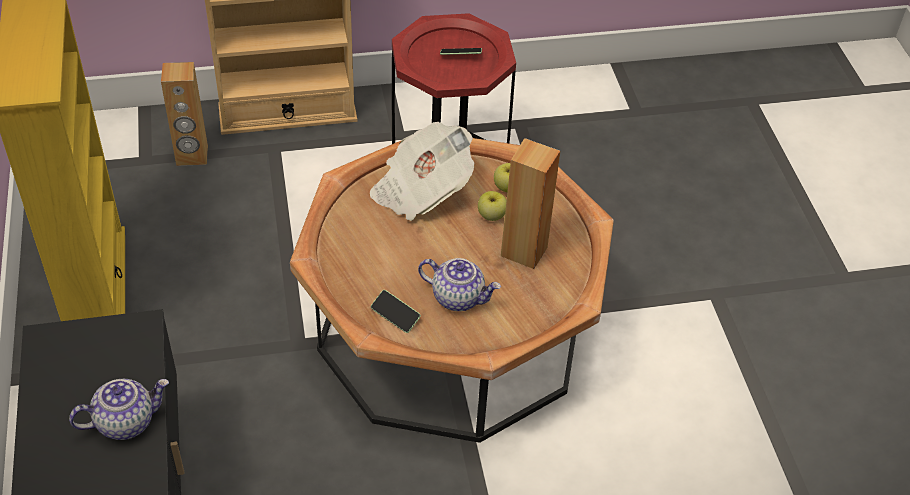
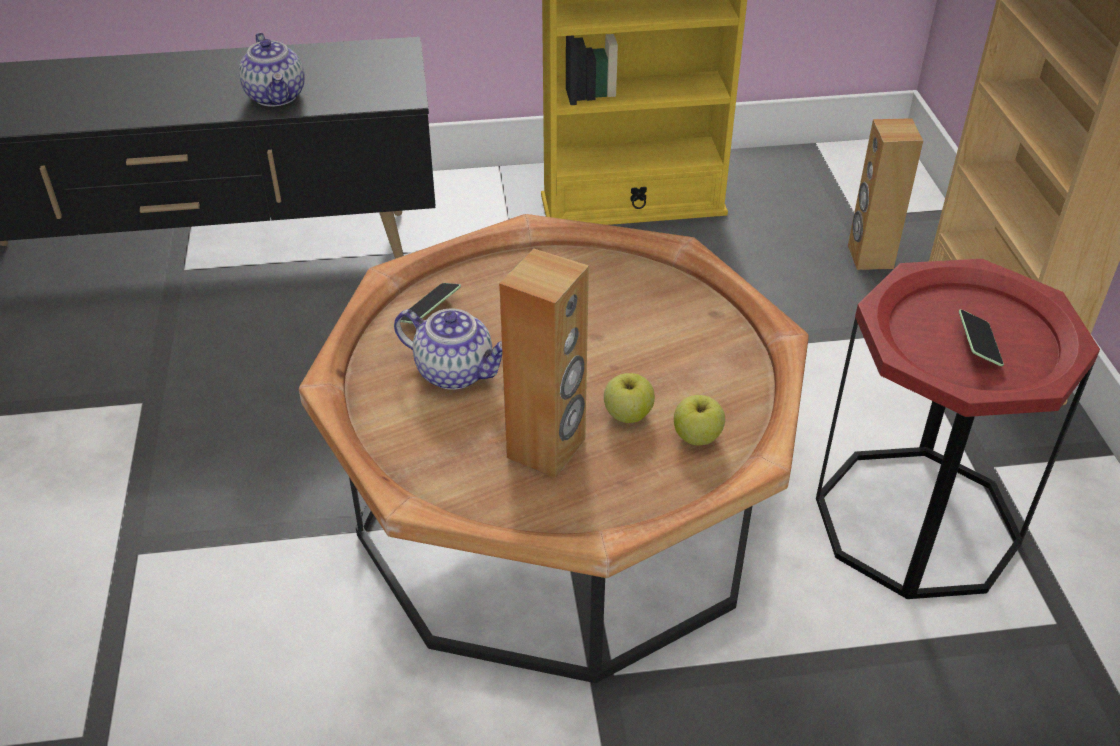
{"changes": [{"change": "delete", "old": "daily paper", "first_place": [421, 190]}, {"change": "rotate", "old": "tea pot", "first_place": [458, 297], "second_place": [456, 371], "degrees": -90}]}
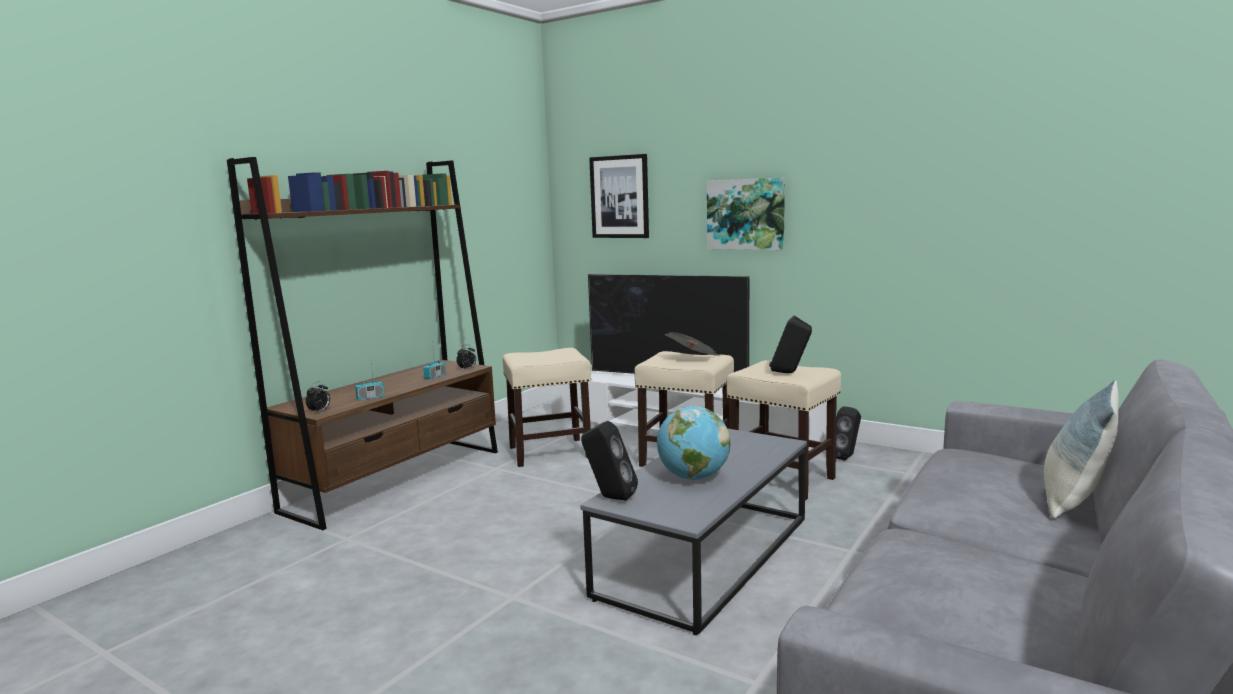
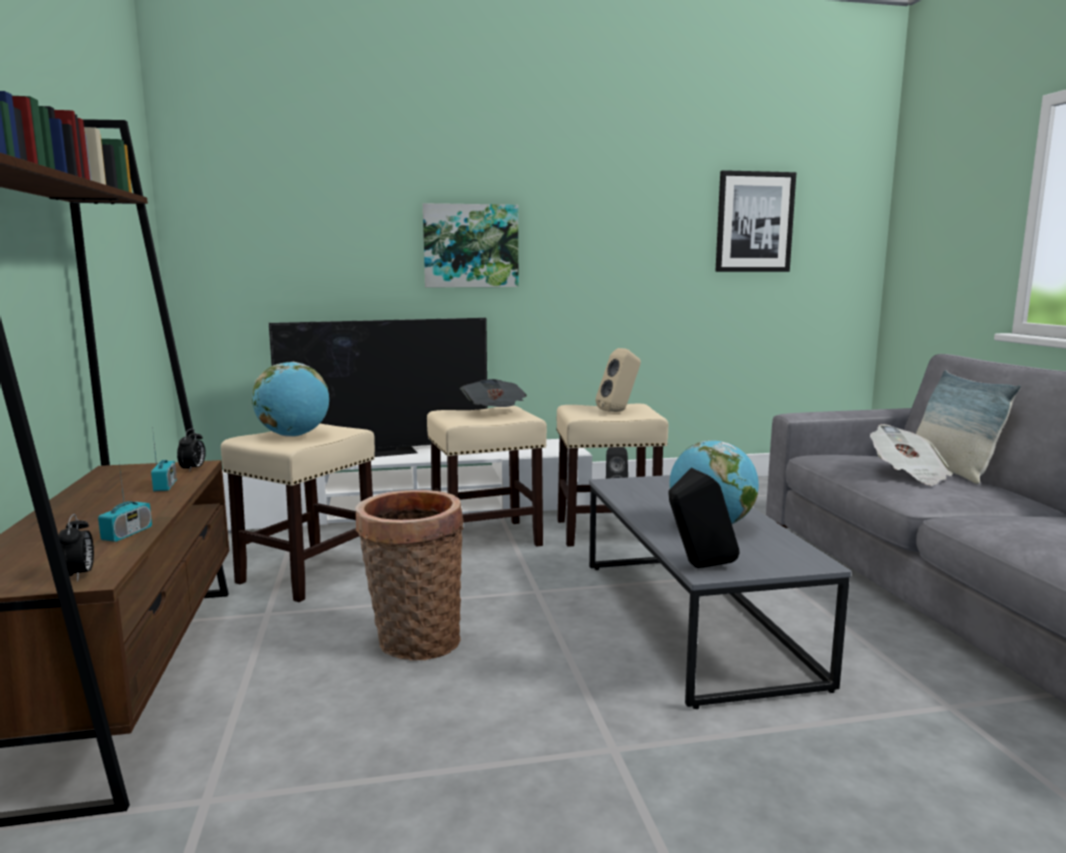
{"changes": [{"change": "insert", "new": "world globe", "second_place": [294, 436]}, {"change": "insert", "new": "household basket", "second_place": [413, 641]}, {"change": "insert", "new": "daily paper", "second_place": [908, 475]}, {"change": "move", "old": "wall art", "first_place": [620, 197], "second_place": [754, 222]}, {"change": "recolor", "old": "audio speaker (blackish)", "new": "audio speaker (beige)", "first_place": [790, 373], "second_place": [619, 411]}]}
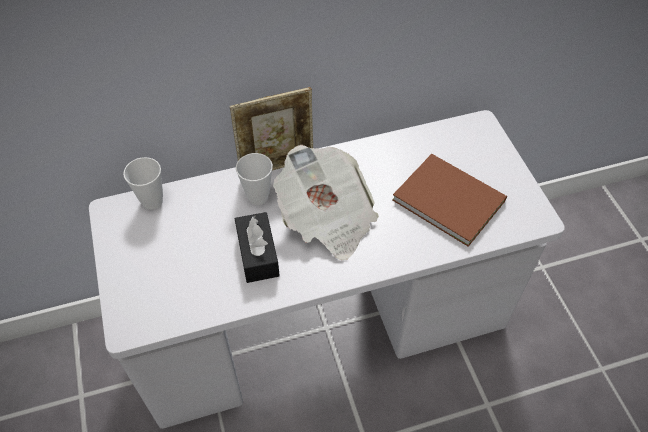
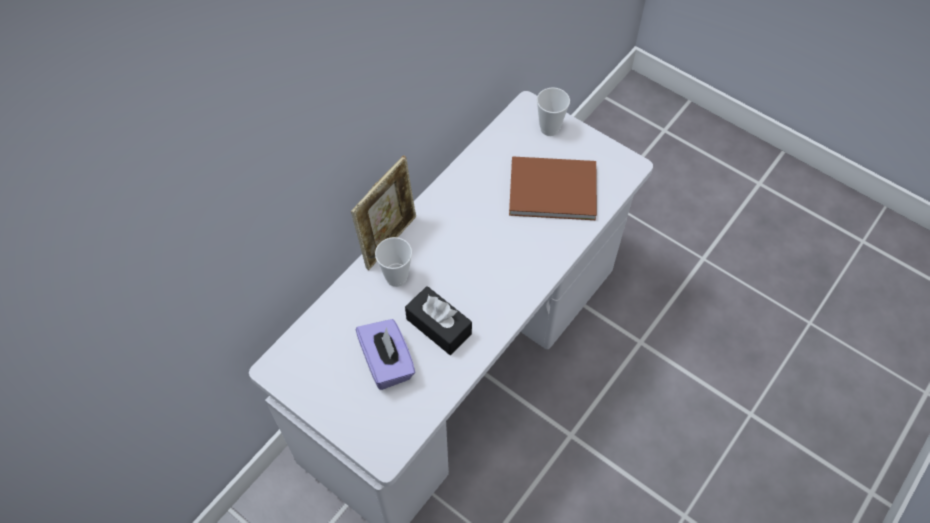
{"changes": [{"change": "delete", "old": "daily paper", "first_place": [327, 218]}, {"change": "insert", "new": "box of tissues (purplish)", "second_place": [387, 363]}, {"change": "move", "old": "drinking cup", "first_place": [152, 201], "second_place": [549, 128]}]}
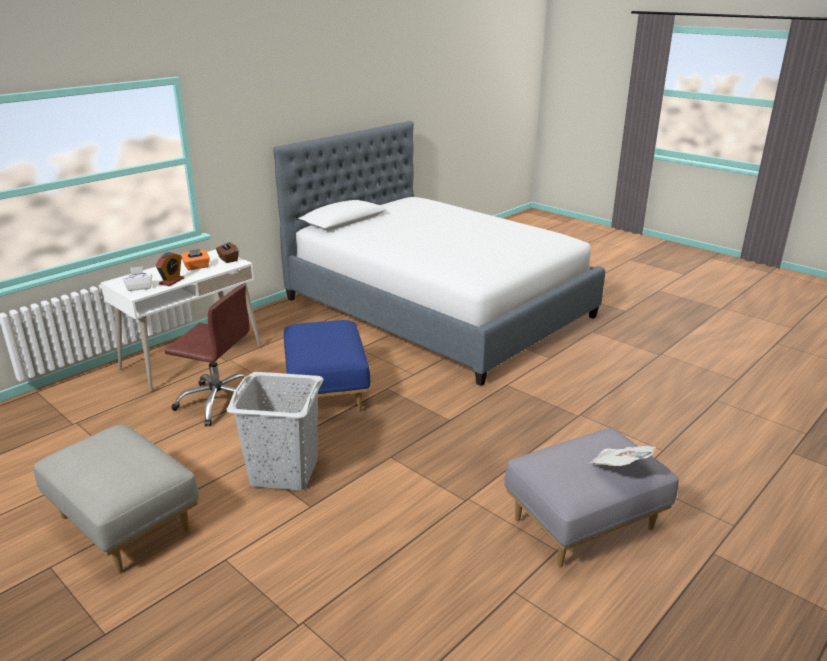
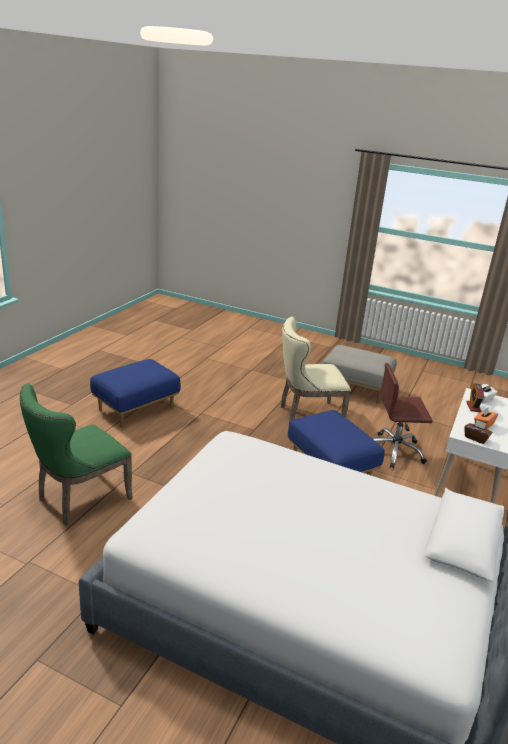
{"changes": [{"change": "delete", "old": "daily paper", "first_place": [619, 468]}, {"change": "insert", "new": "chair (greenish)", "second_place": [78, 499]}, {"change": "replace", "old": "washing basket (greyish)", "new": "chair (beige)", "first_place": [284, 472], "second_place": [306, 415]}, {"change": "recolor", "old": "pouffe (greyish)", "new": "pouffe (bluish)", "first_place": [584, 525], "second_place": [136, 409]}]}
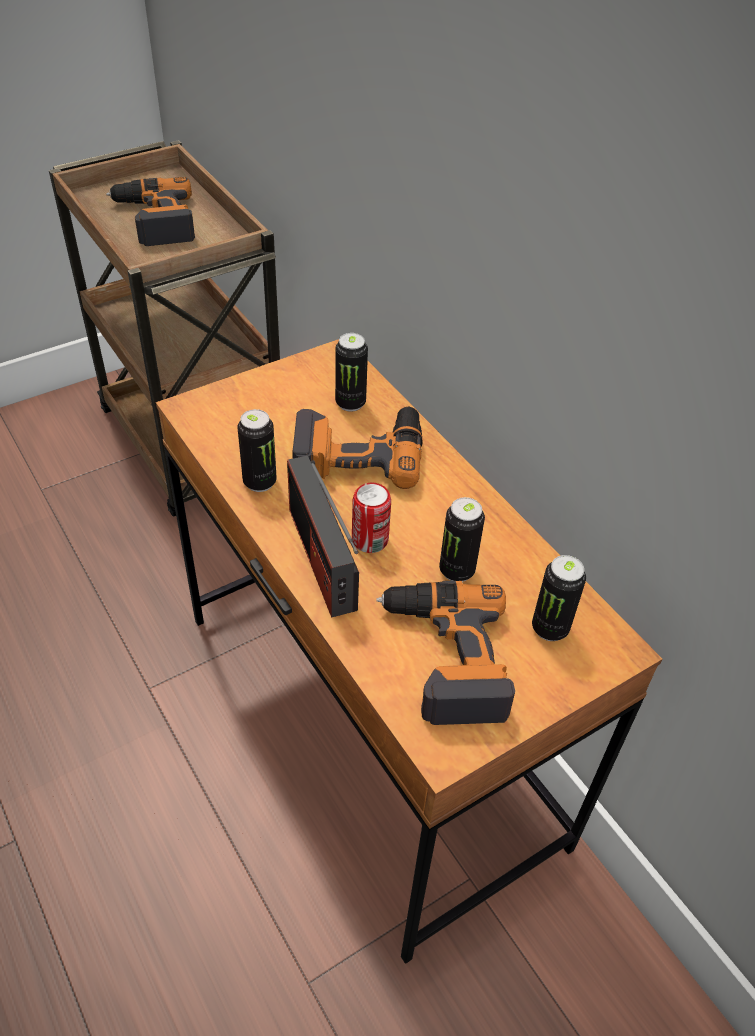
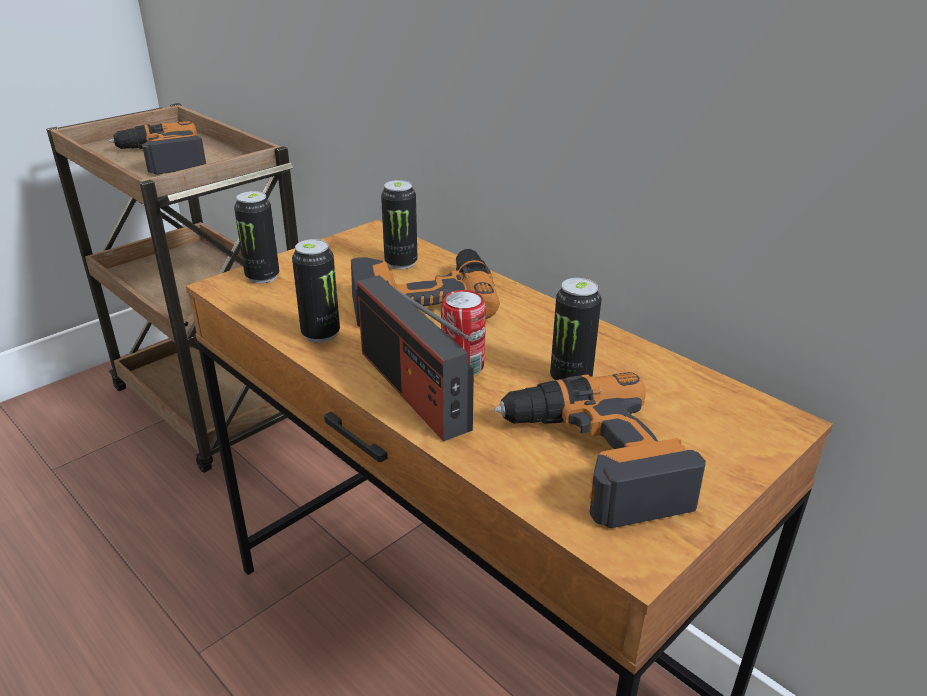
{"changes": [{"change": "move", "old": "can", "first_place": [550, 628], "second_place": [262, 277]}]}
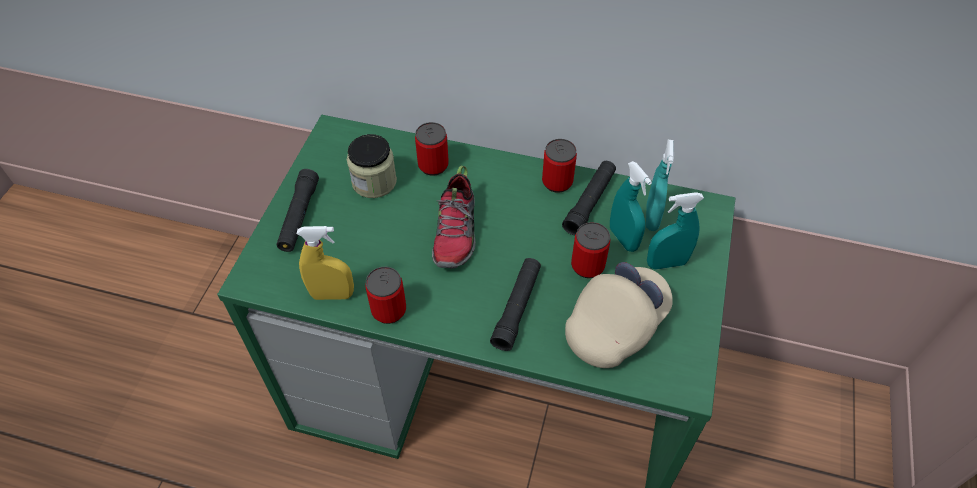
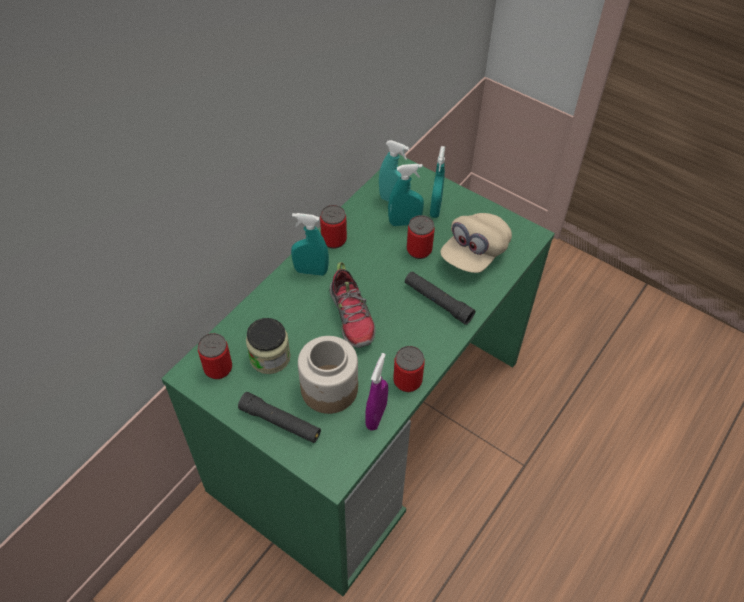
{"changes": [{"change": "delete", "old": "flashlight (blackish)", "first_place": [589, 202]}, {"change": "insert", "new": "spray bottle (turquoise-coloured)", "second_place": [311, 271]}, {"change": "insert", "new": "jar", "second_place": [330, 388]}, {"change": "move", "old": "can", "first_place": [433, 165], "second_place": [218, 368]}, {"change": "recolor", "old": "spray bottle (yellowish)", "new": "spray bottle (purplish)", "first_place": [332, 294], "second_place": [376, 416]}, {"change": "rotate", "old": "shoe", "first_place": [456, 232], "second_place": [352, 317], "degrees": 45}, {"change": "rotate", "old": "peaked cap (beige)", "first_place": [616, 326], "second_place": [474, 253], "degrees": -120}]}
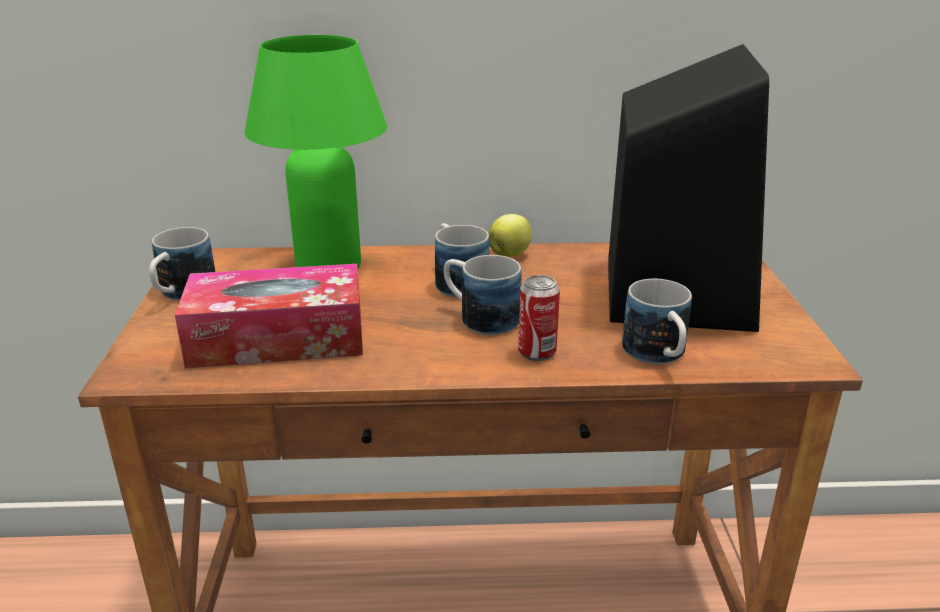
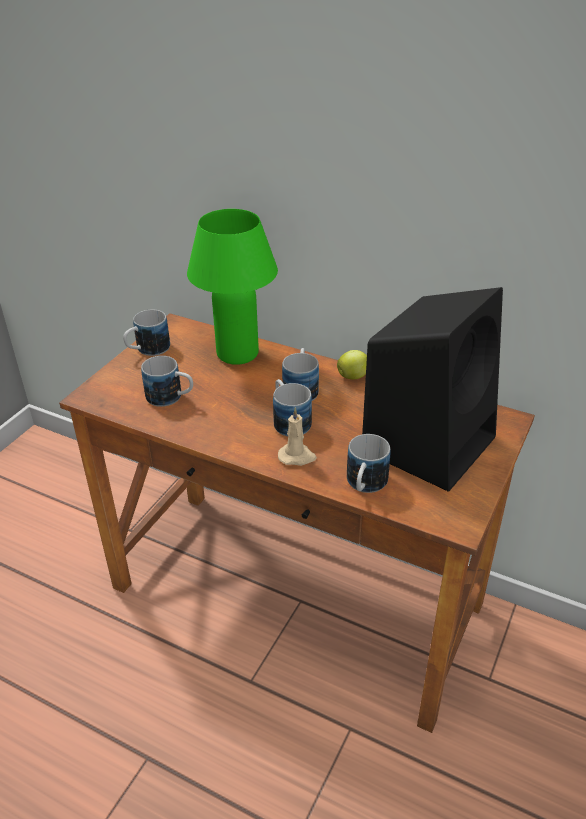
{"changes": [{"change": "replace", "old": "box of tissues", "new": "tea mug", "first_place": [278, 338], "second_place": [171, 398]}, {"change": "replace", "old": "can", "new": "wax light (beige)", "first_place": [537, 352], "second_place": [297, 456]}]}
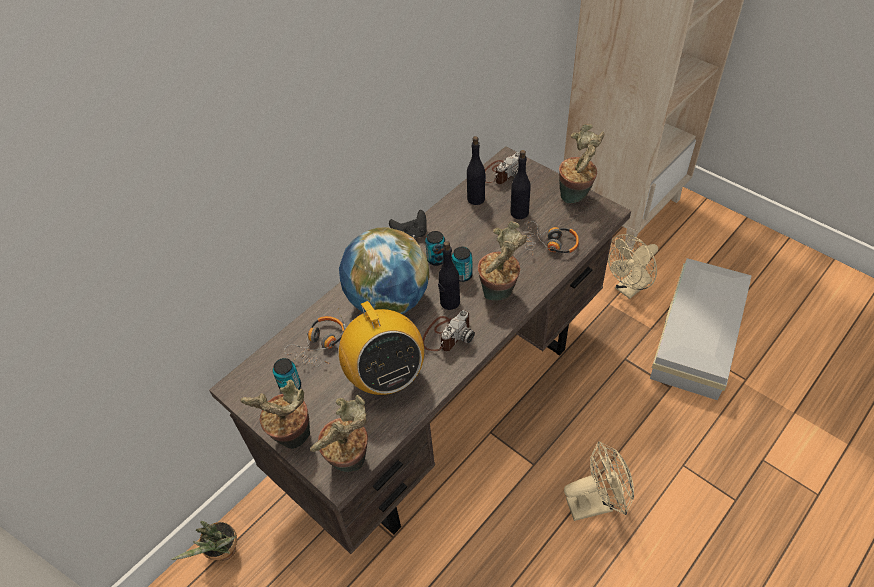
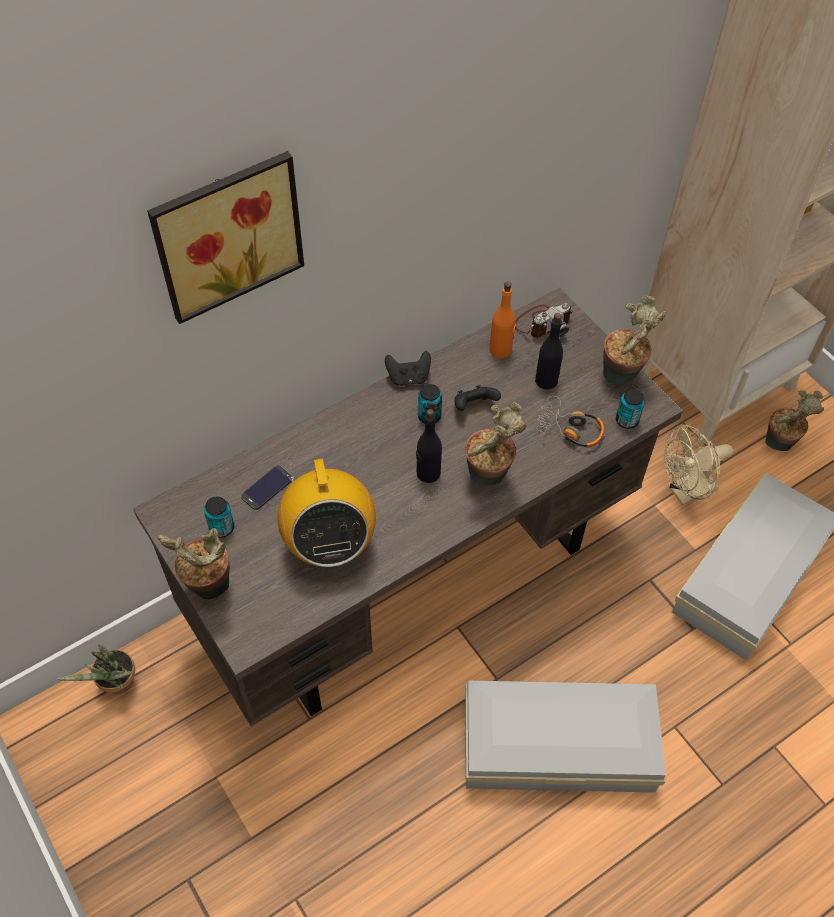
{"changes": [{"change": "delete", "old": "world globe", "first_place": [388, 301]}, {"change": "delete", "old": "photo camera", "first_place": [447, 334]}, {"change": "insert", "new": "wall art", "second_place": [226, 233]}, {"change": "insert", "new": "gamepad (blackish)", "second_place": [474, 406]}, {"change": "move", "old": "houseplant", "first_place": [350, 463], "second_place": [779, 445]}, {"change": "move", "old": "can", "first_place": [462, 275], "second_place": [627, 420]}, {"change": "replace", "old": "pair of headphones", "new": "phone", "first_place": [320, 345], "second_place": [267, 487]}, {"change": "replace", "old": "cooling fan (beige)", "new": "storage box (white-coloured)", "first_place": [595, 503], "second_place": [554, 743]}, {"change": "recolor", "old": "bottle (blackish)", "new": "bottle (orange)", "first_place": [476, 199], "second_place": [500, 350]}]}
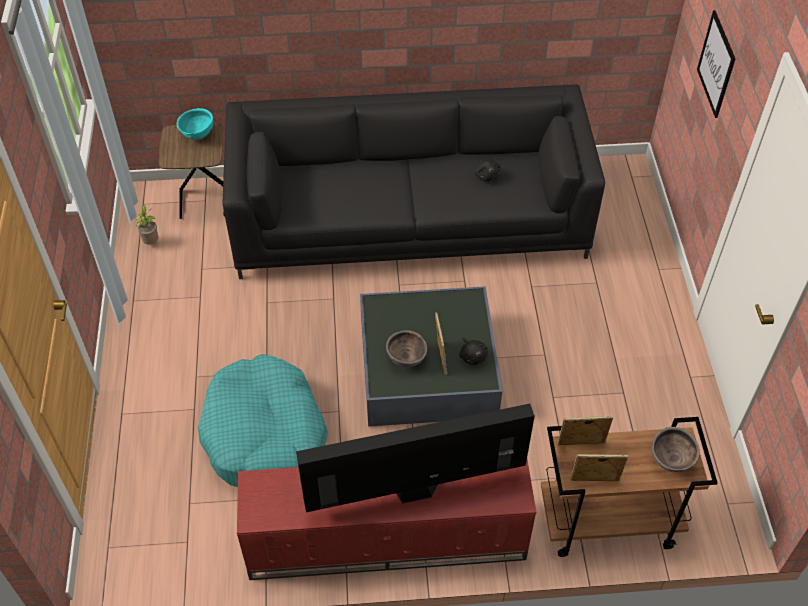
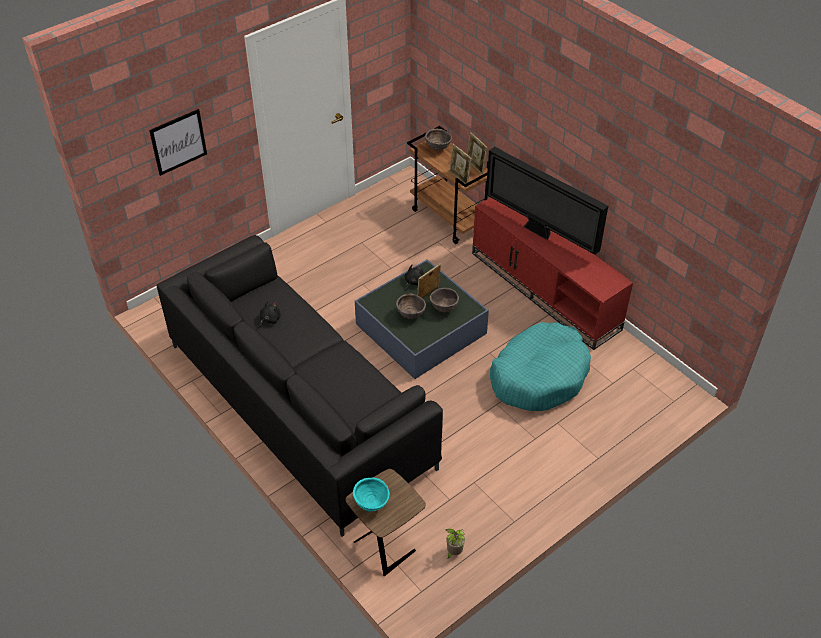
{"changes": [{"change": "insert", "new": "deep dish (brown-coloured)", "second_place": [410, 315]}]}
